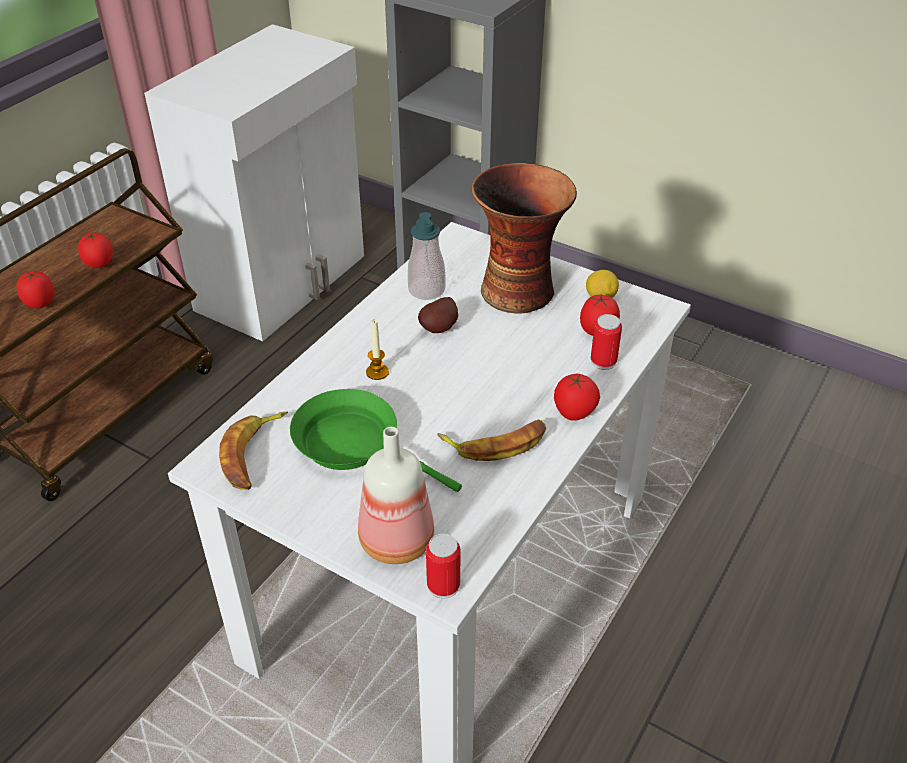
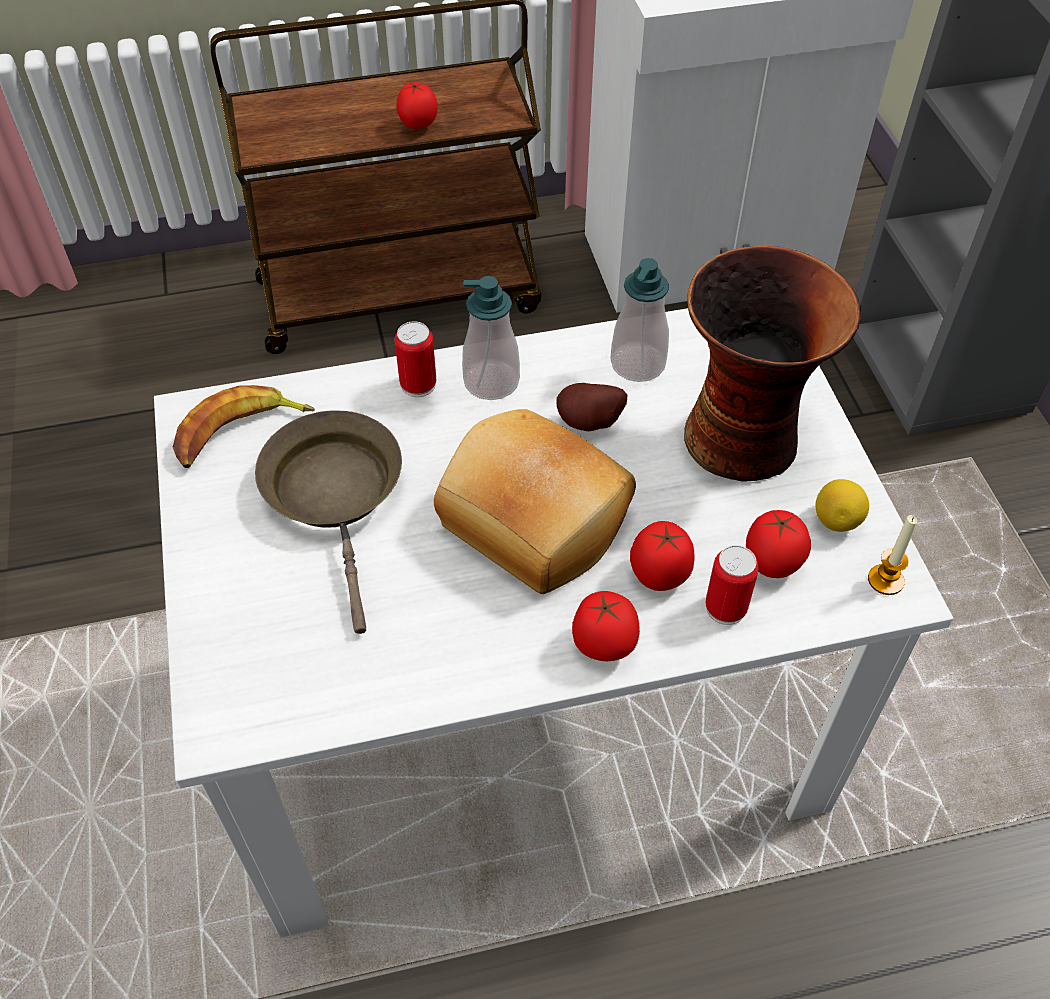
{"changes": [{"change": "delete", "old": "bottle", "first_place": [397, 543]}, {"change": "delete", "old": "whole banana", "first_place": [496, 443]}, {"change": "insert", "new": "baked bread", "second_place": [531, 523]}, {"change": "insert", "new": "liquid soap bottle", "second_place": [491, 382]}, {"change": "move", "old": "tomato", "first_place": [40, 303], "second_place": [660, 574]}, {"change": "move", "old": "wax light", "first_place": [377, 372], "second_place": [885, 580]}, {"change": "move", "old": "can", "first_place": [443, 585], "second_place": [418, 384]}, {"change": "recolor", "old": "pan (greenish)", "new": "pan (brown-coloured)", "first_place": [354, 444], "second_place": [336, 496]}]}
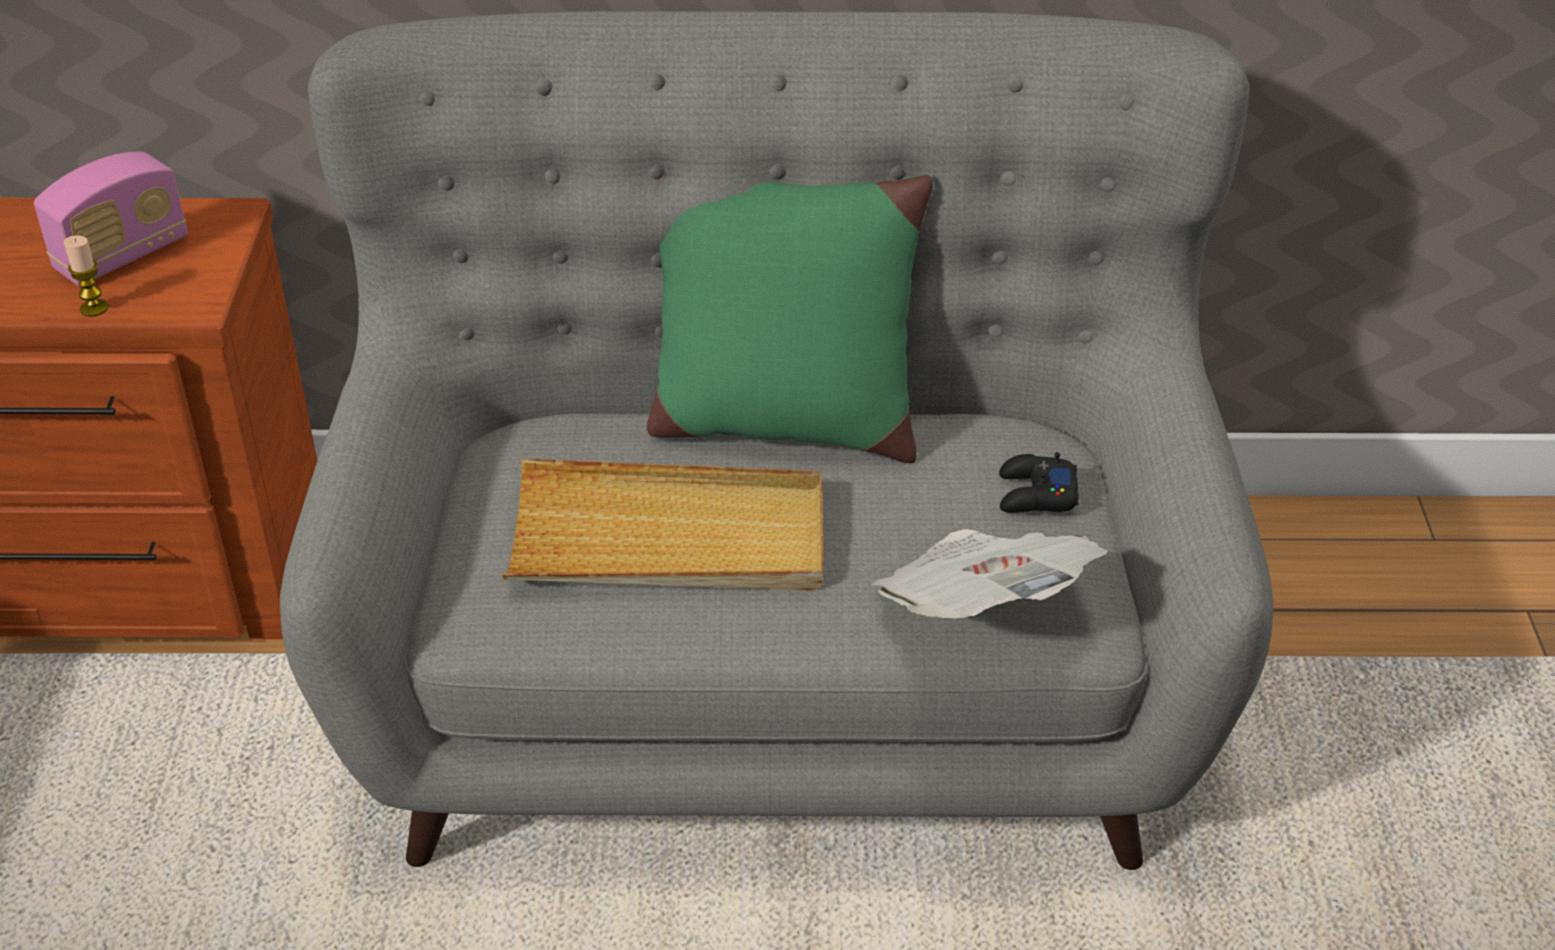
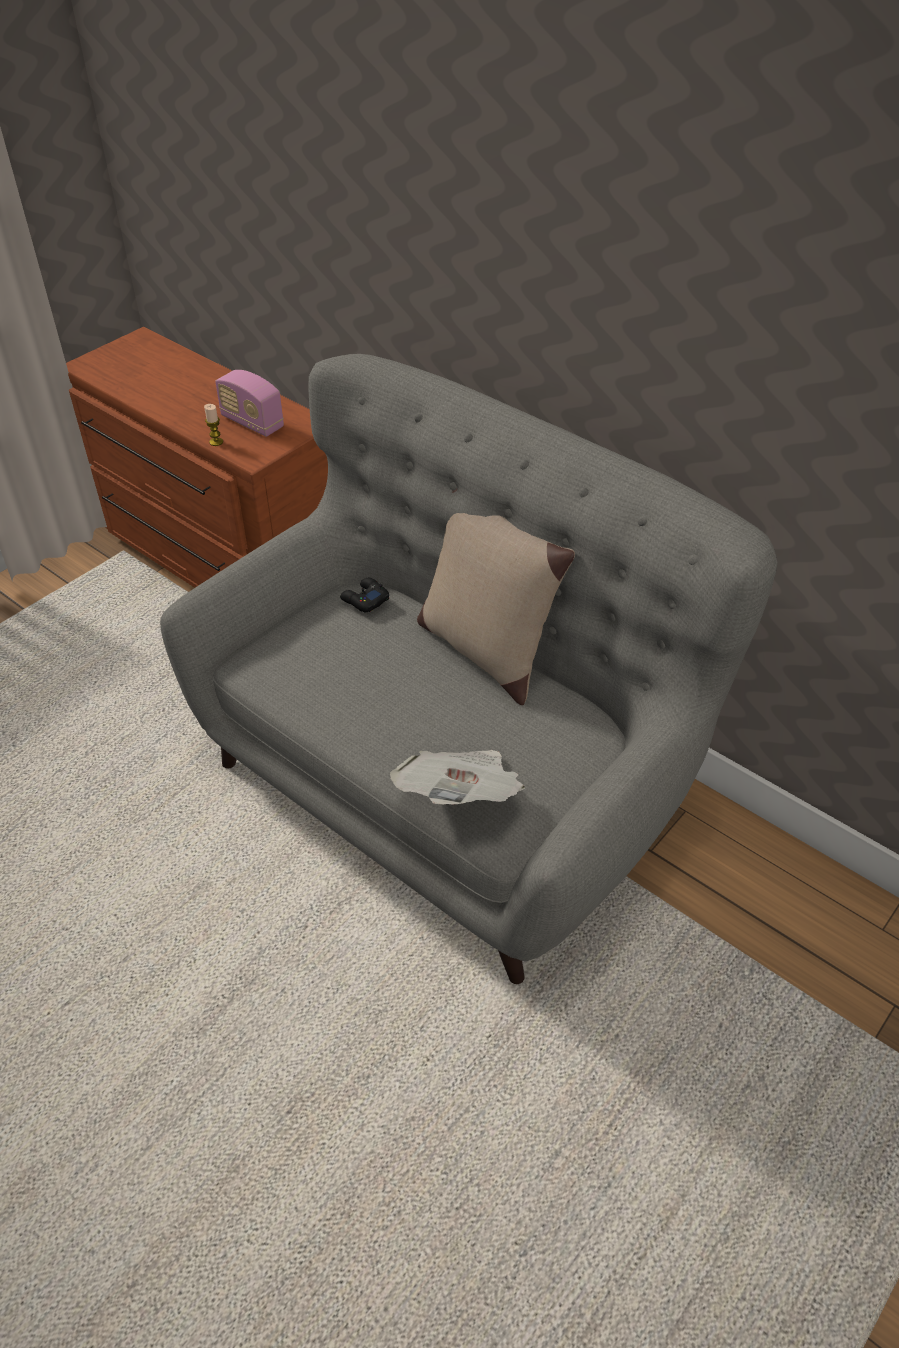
{"changes": [{"change": "delete", "old": "tray (beige)", "first_place": [669, 538]}, {"change": "move", "old": "gamepad (blackish)", "first_place": [1036, 495], "second_place": [364, 599]}, {"change": "recolor", "old": "cushion (greenish)", "new": "cushion (beige)", "first_place": [781, 422], "second_place": [484, 649]}, {"change": "rotate", "old": "radio set", "first_place": [122, 255], "second_place": [252, 423], "degrees": 45}]}
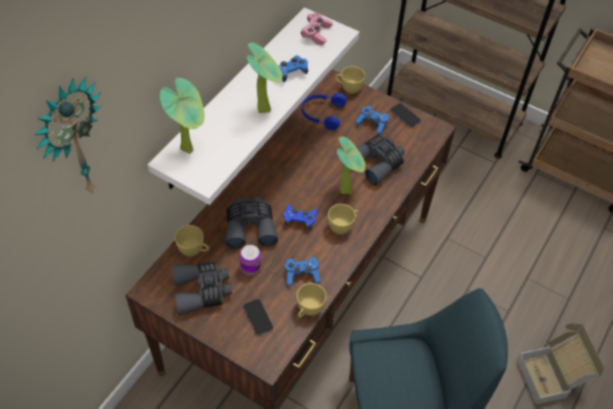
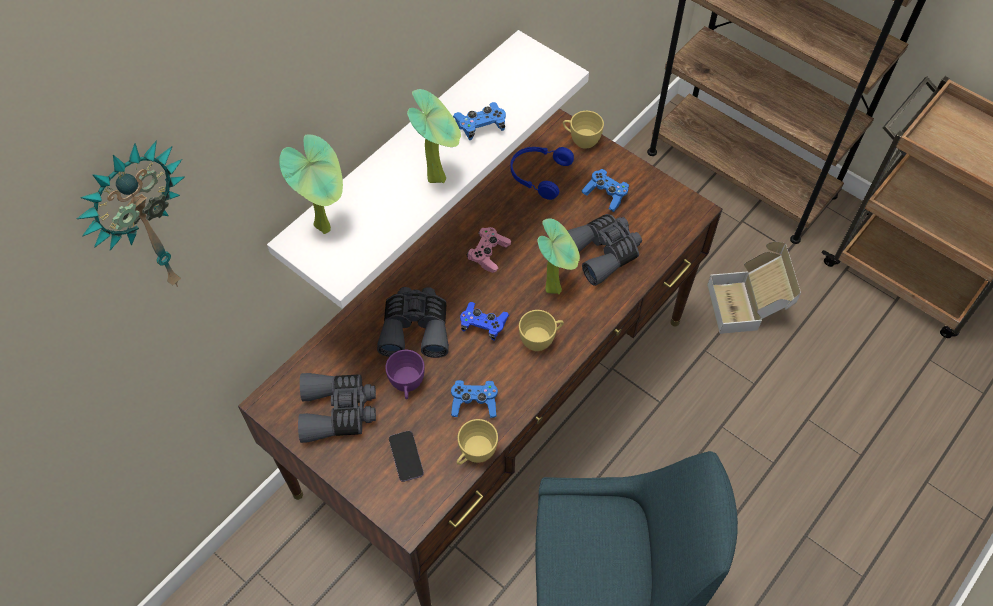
{"changes": [{"change": "delete", "old": "drinking cup (yellowish)", "first_place": [194, 251]}, {"change": "delete", "old": "phone", "first_place": [405, 116]}, {"change": "move", "old": "gamepad (pinkish)", "first_place": [316, 34], "second_place": [488, 254]}, {"change": "move", "old": "carton", "first_place": [553, 376], "second_place": [747, 306]}, {"change": "replace", "old": "can", "new": "drinking cup (purplish)", "first_place": [250, 268], "second_place": [407, 386]}]}
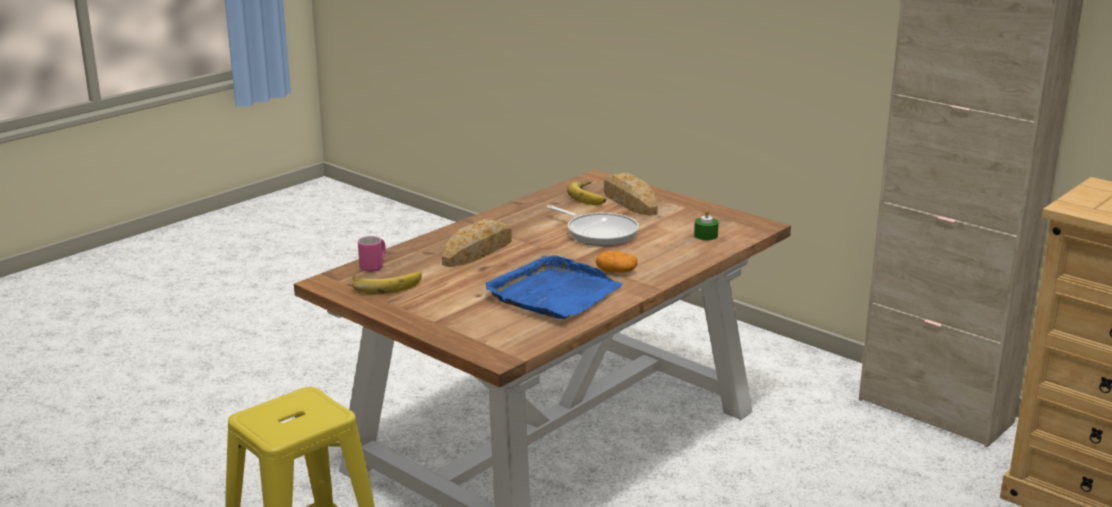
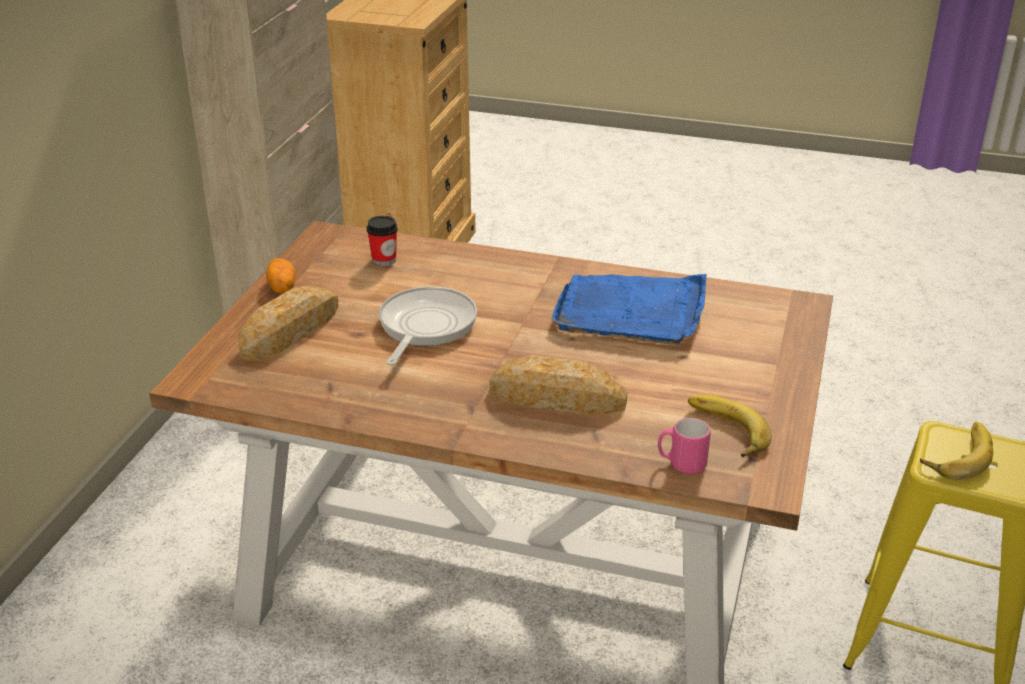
{"changes": [{"change": "move", "old": "whole banana", "first_place": [590, 197], "second_place": [956, 454]}, {"change": "move", "old": "whole potato", "first_place": [616, 272], "second_place": [282, 286]}, {"change": "replace", "old": "wax light (greenish)", "new": "drinking cup", "first_place": [705, 235], "second_place": [384, 260]}]}
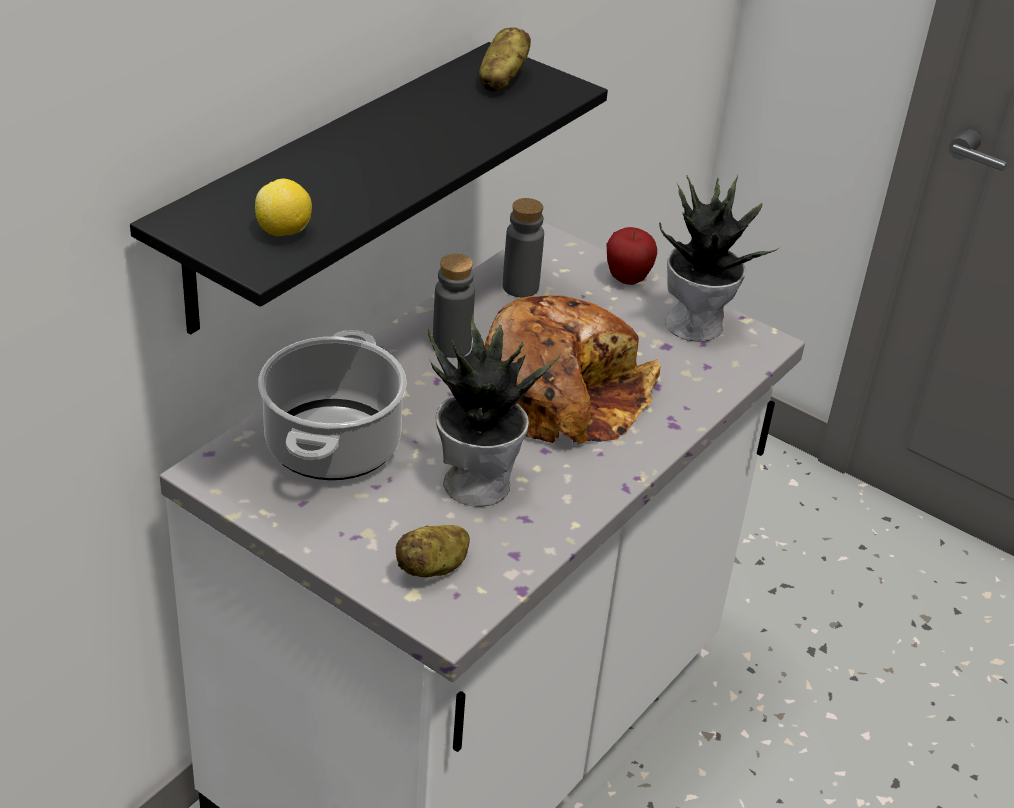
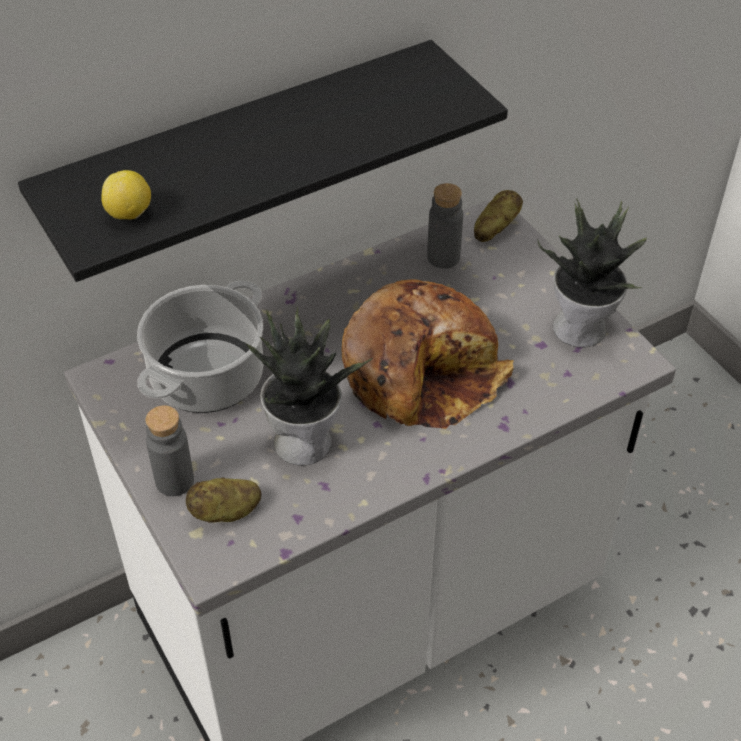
{"changes": [{"change": "delete", "old": "whole apple", "first_place": [627, 279]}, {"change": "move", "old": "bottle (greyish)", "first_place": [451, 346], "second_place": [174, 481]}, {"change": "move", "old": "whole potato", "first_place": [501, 80], "second_place": [495, 228]}]}
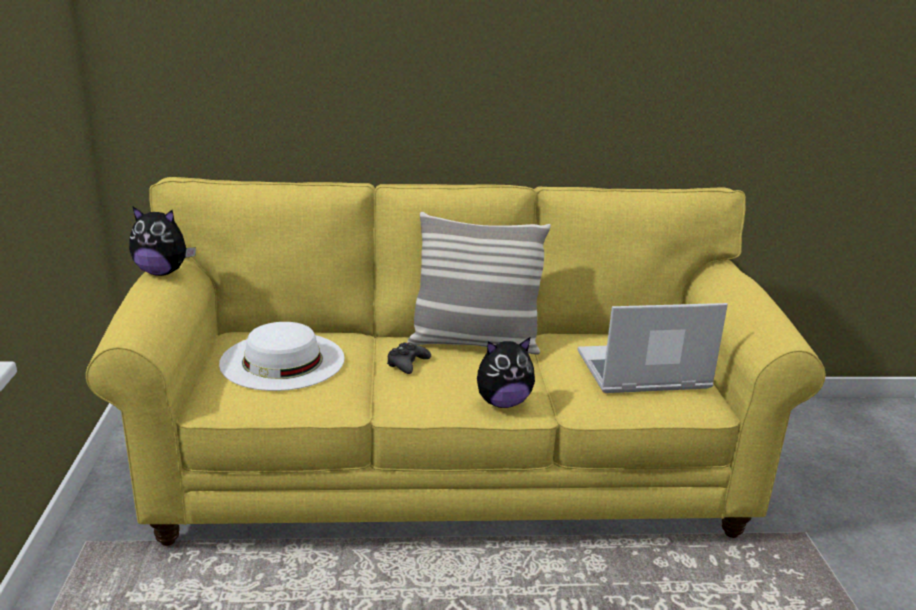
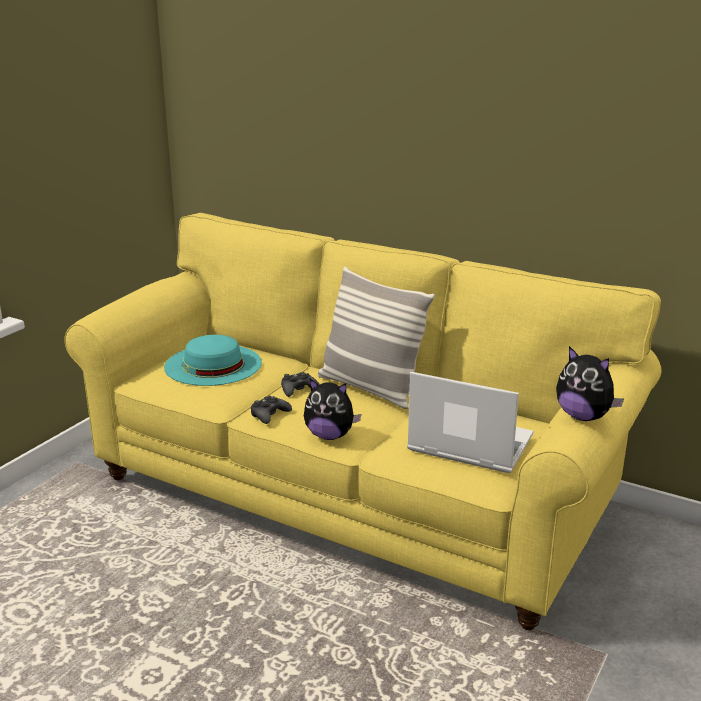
{"changes": [{"change": "insert", "new": "gamepad (blackish)", "second_place": [269, 415]}, {"change": "move", "old": "plush toy", "first_place": [162, 272], "second_place": [583, 416]}, {"change": "recolor", "old": "wearable hat (white-coloured)", "new": "wearable hat (turquoise-coloured)", "first_place": [282, 360], "second_place": [213, 365]}]}
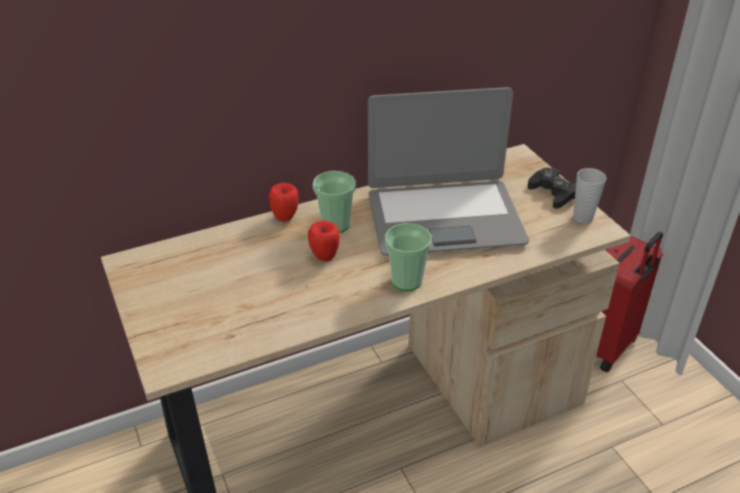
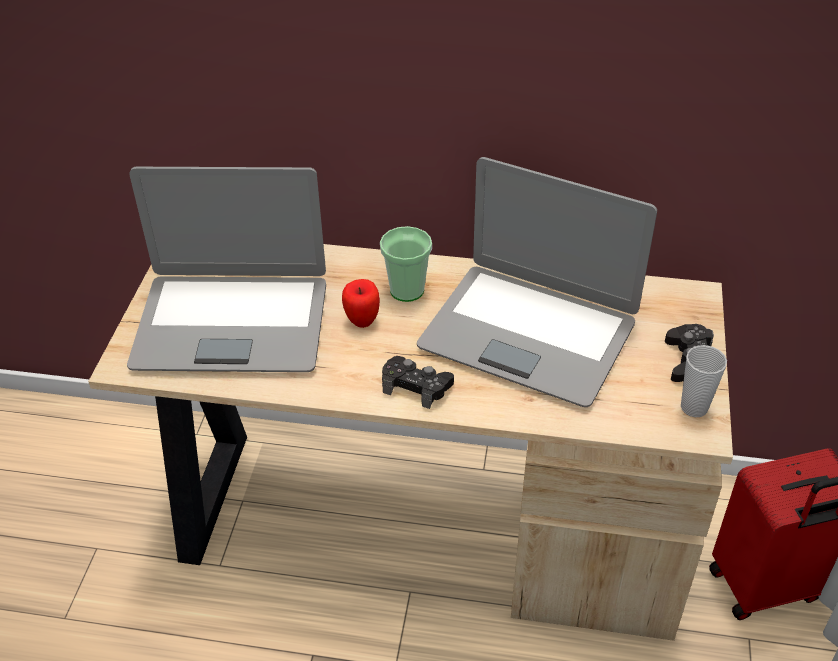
{"changes": [{"change": "delete", "old": "whole apple", "first_place": [285, 217]}, {"change": "insert", "new": "portable computer", "second_place": [232, 323]}, {"change": "replace", "old": "drinking cup", "new": "gamepad (blackish)", "first_place": [406, 281], "second_place": [416, 386]}]}
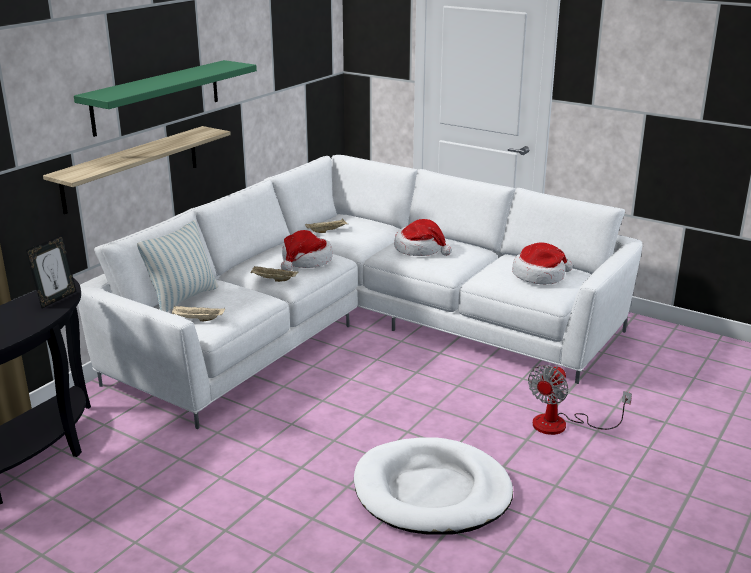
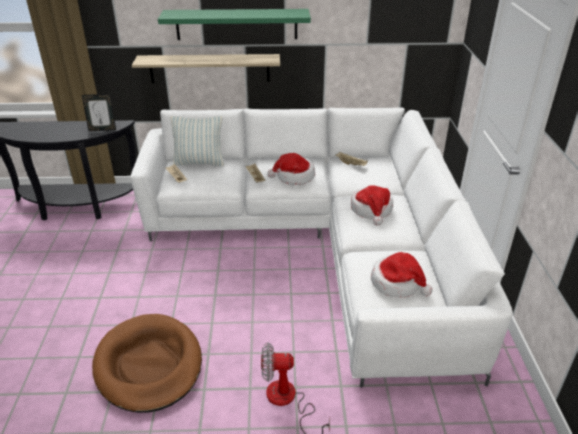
{"changes": [{"change": "recolor", "old": "dog bed (white-coloured)", "new": "dog bed (brown-coloured)", "first_place": [432, 492], "second_place": [149, 365]}]}
